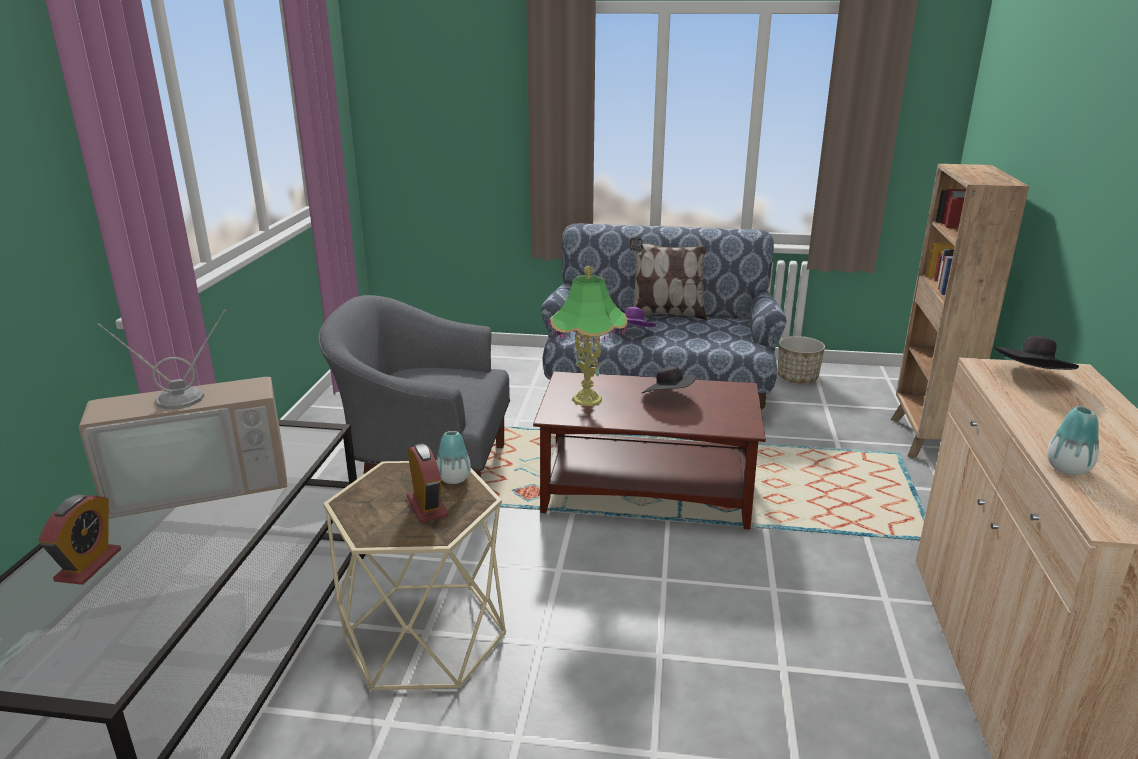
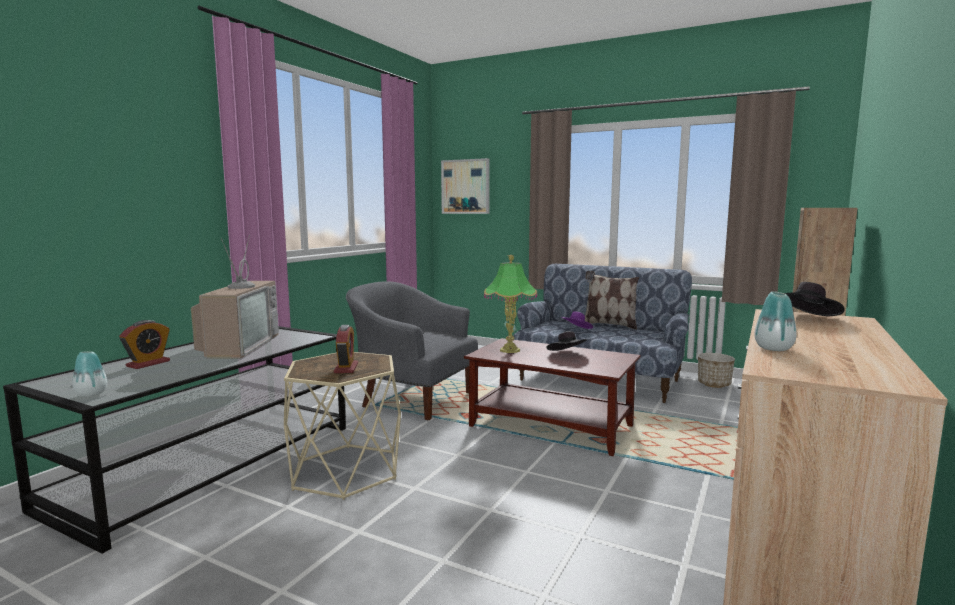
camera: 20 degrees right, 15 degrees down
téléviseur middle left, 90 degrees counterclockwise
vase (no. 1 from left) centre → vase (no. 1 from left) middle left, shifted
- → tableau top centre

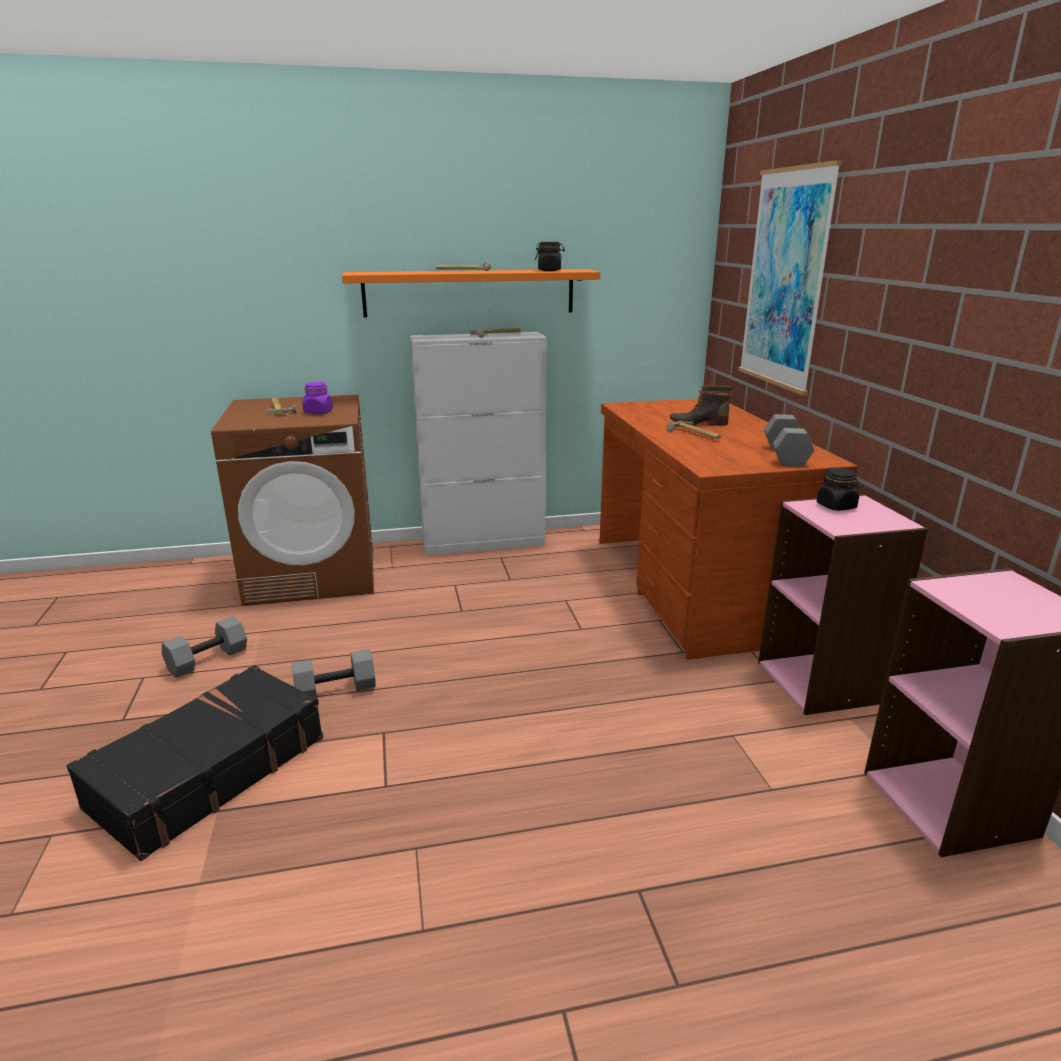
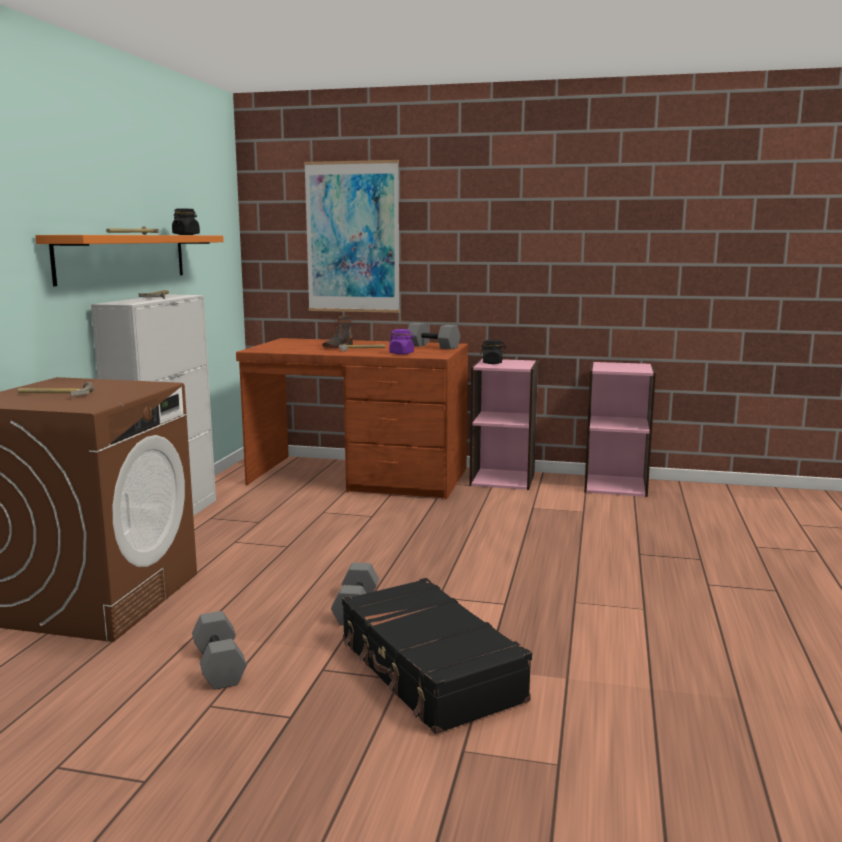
camera: 65 degrees left, 10 degrees down
bocal/violet middle left → bocal/violet centre, shifted

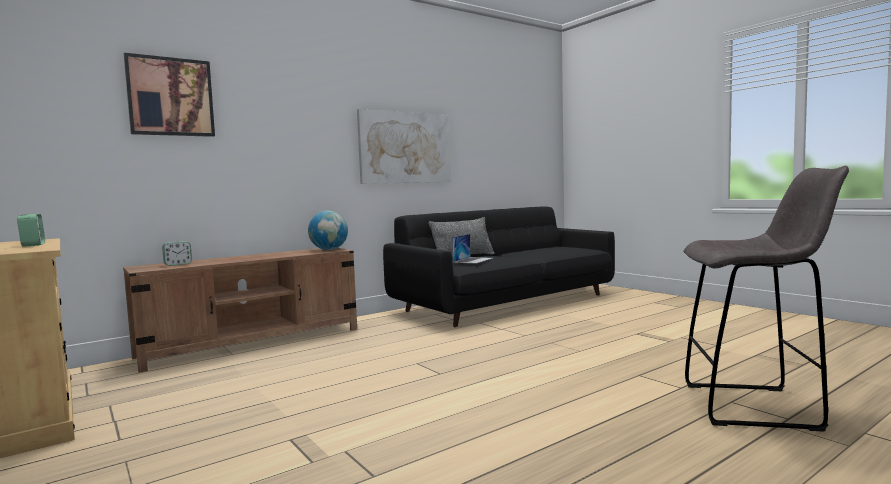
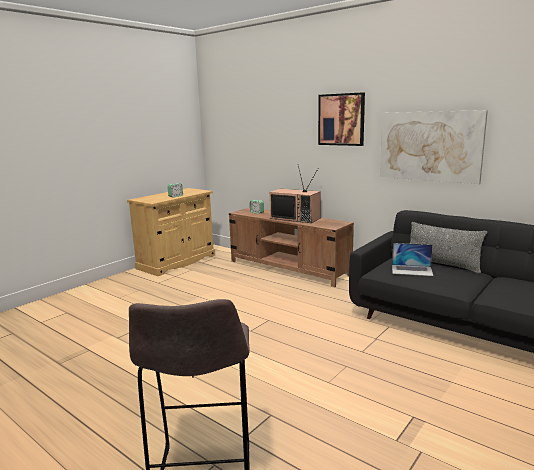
camera: 75 degrees right, 10 degrees up
tableau (no. 1 from left) top left → tableau (no. 1 from left) top centre, shifted
globe centre → -
- → téléviseur centre

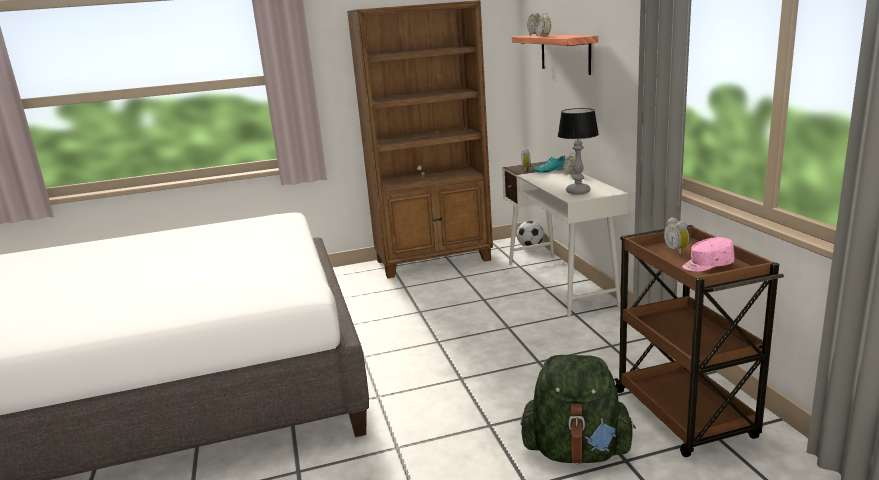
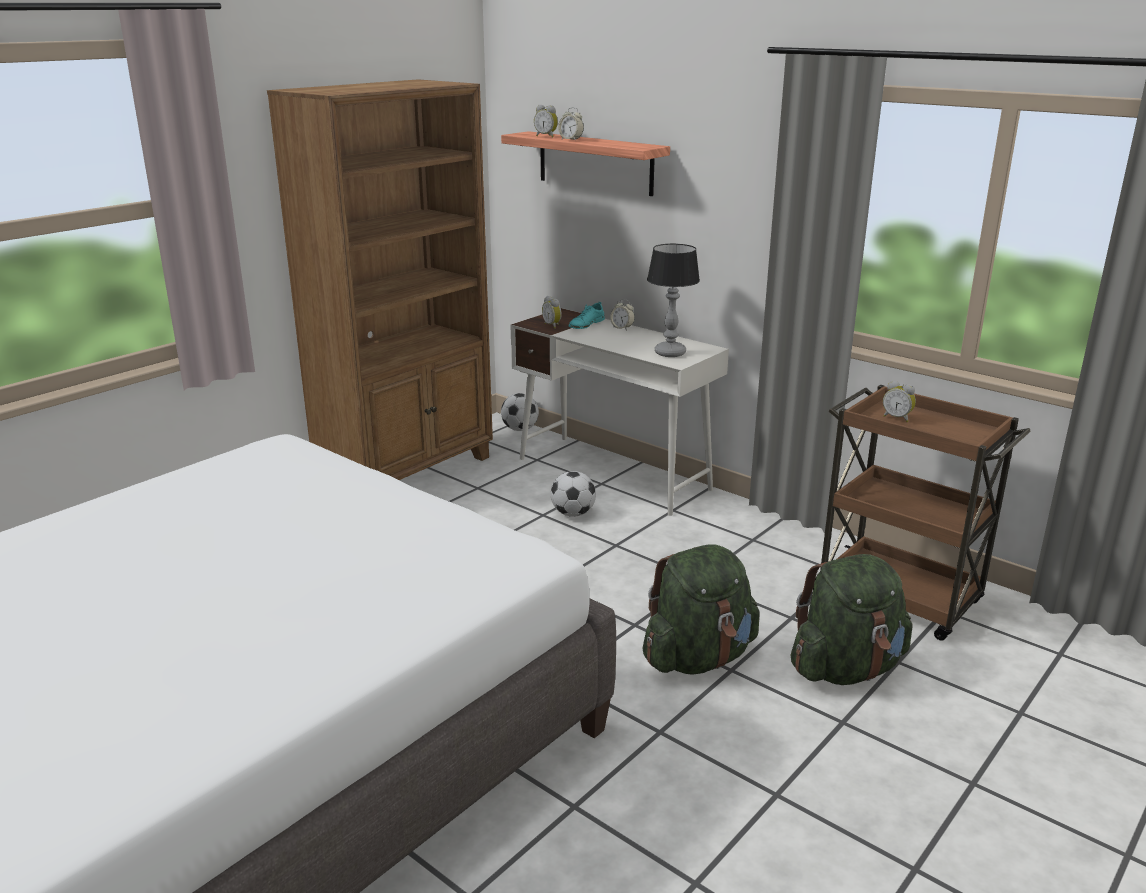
camera: 35 degrees left, 5 degrees up
casquette/rose middle right → -
- → ballon de foot (no. 2 from left) centre
- → sac à dos/vert (no. 1 from left) bottom centre

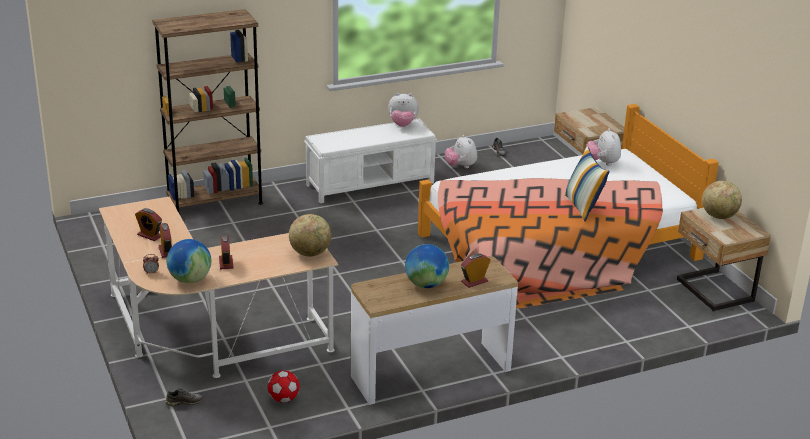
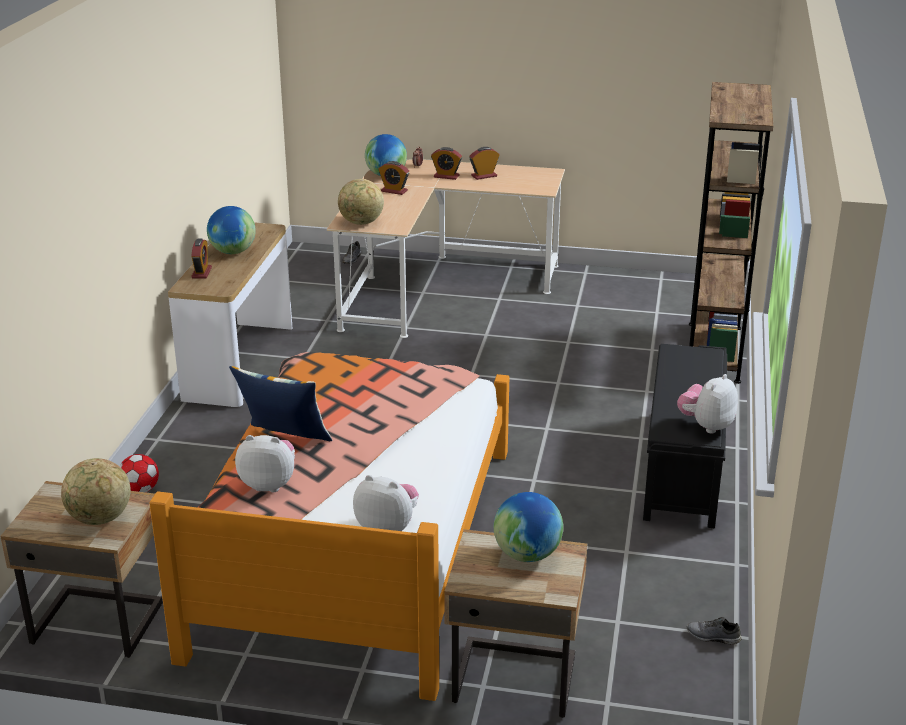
camera: 125 degrees right, 0 degrees up
ballon de foot bottom centre → ballon de foot middle left, shifted
banc/blanc centre → banc/noir middle right
peluche (no. 2 from left in the first image) centre → peluche (no. 1 from left) middle left, shifted
- → globe (no. 5 from left) bottom centre

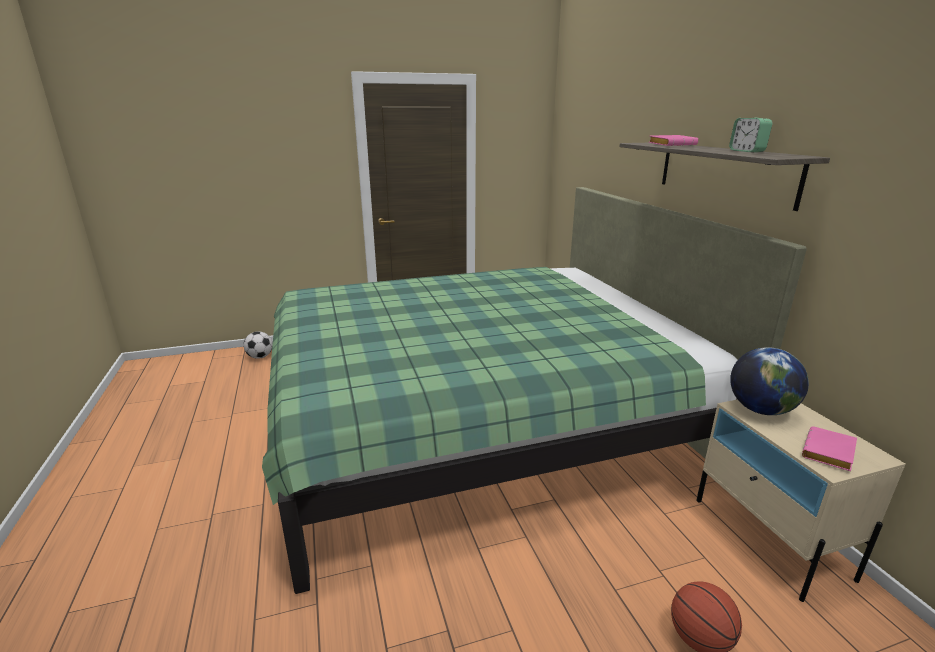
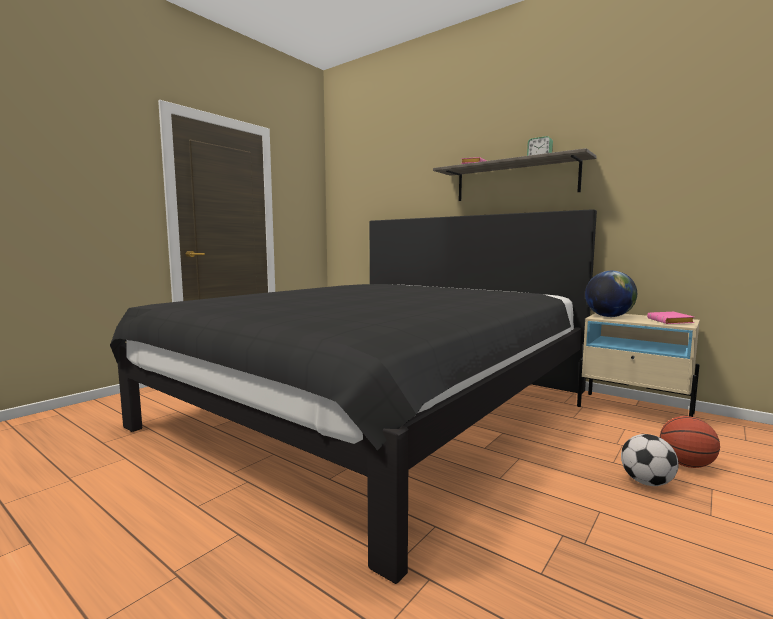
camera: 35 degrees left, 15 degrees down
ballon de foot middle left → ballon de foot bottom right, shifted
lit/vert centre → lit/noir centre

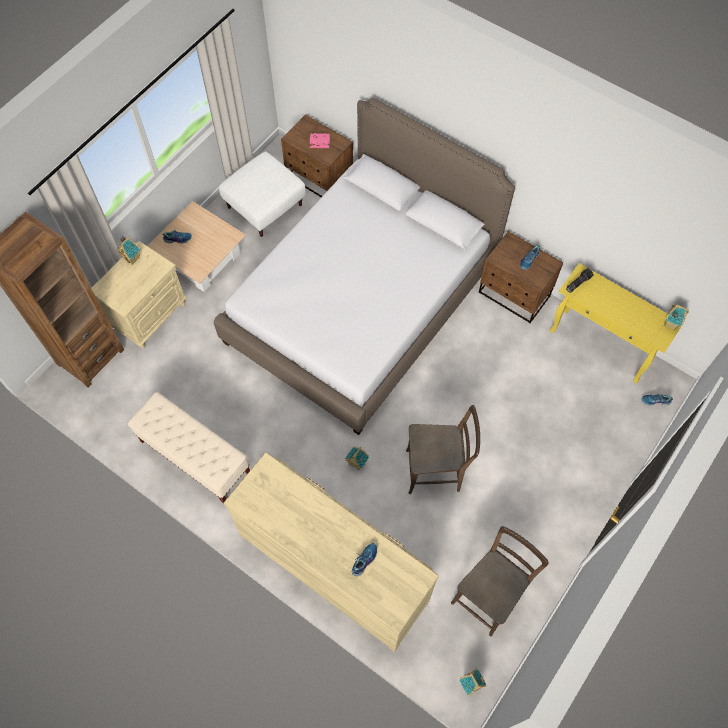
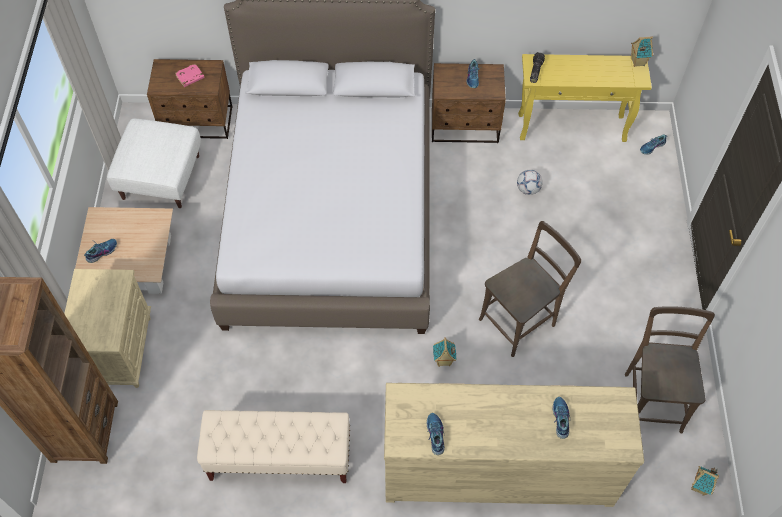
camera: 35 degrees left, 5 degrees down
maison miniature (no. 1 from left) middle left → -
- → chaussure (no. 2 from left) bottom centre
- → ballon de foot middle right

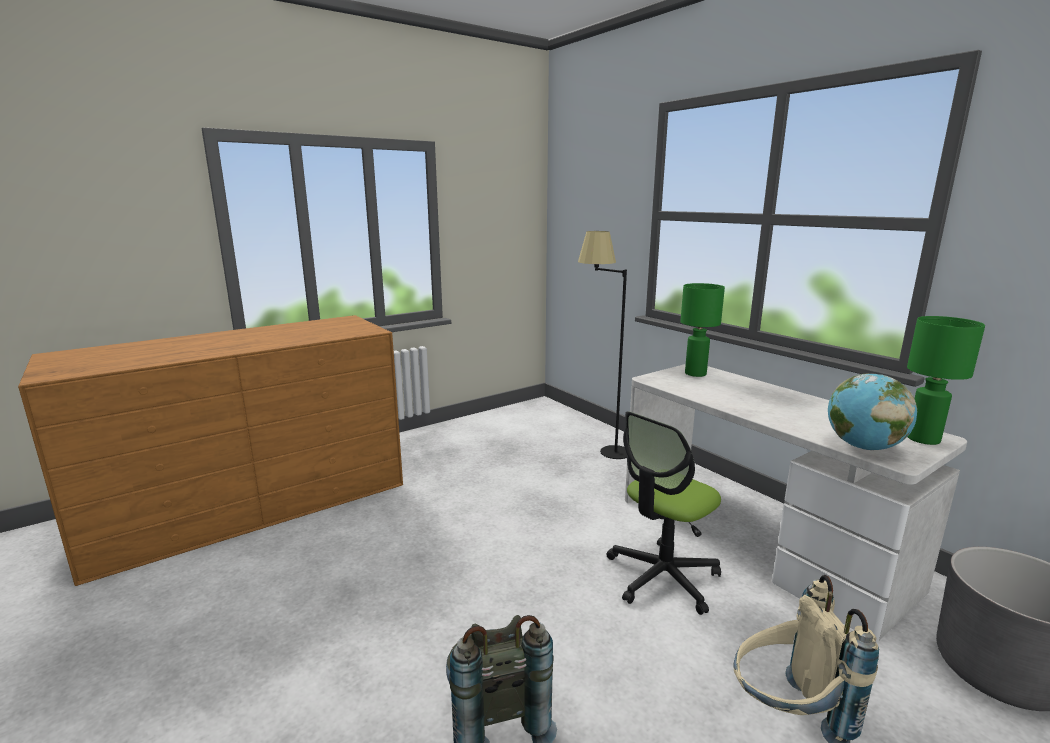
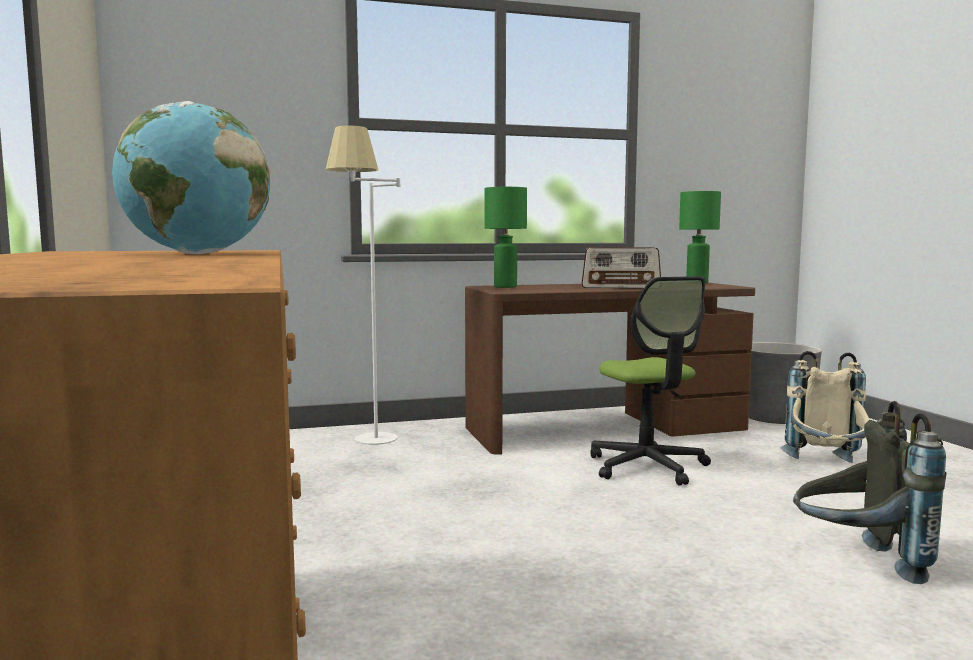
camera: 70 degrees left, 10 degrees down
lampadaire/noir centre → lampadaire/blanc centre
bureau/blanc bottom right → bureau/marron centre
globe middle right → globe top left, shifted
- → radio centre

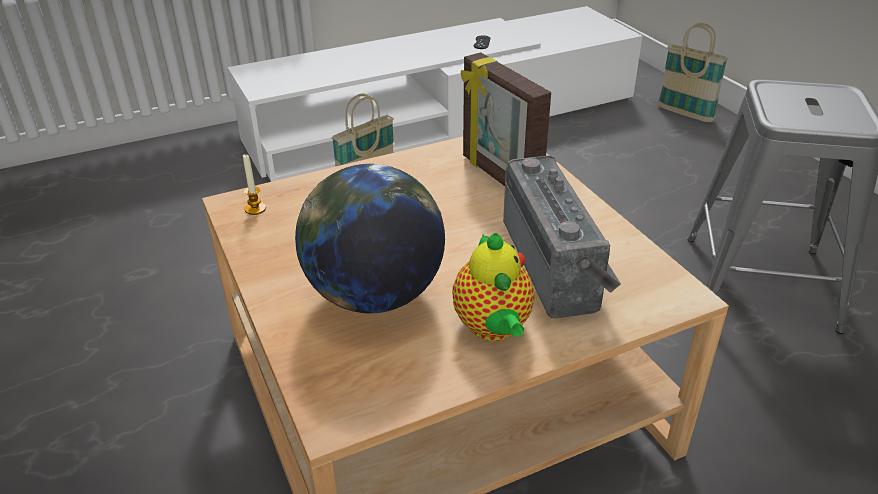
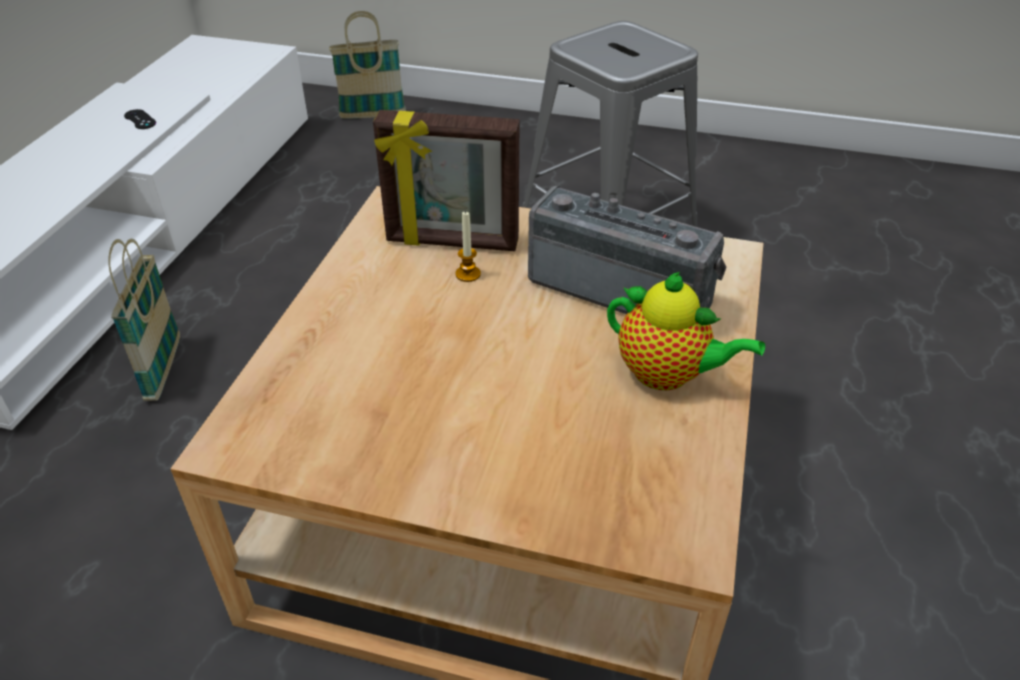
camera: 50 degrees left, 5 degrees up
bougie middle left → bougie centre, shifted
globe centre → -

